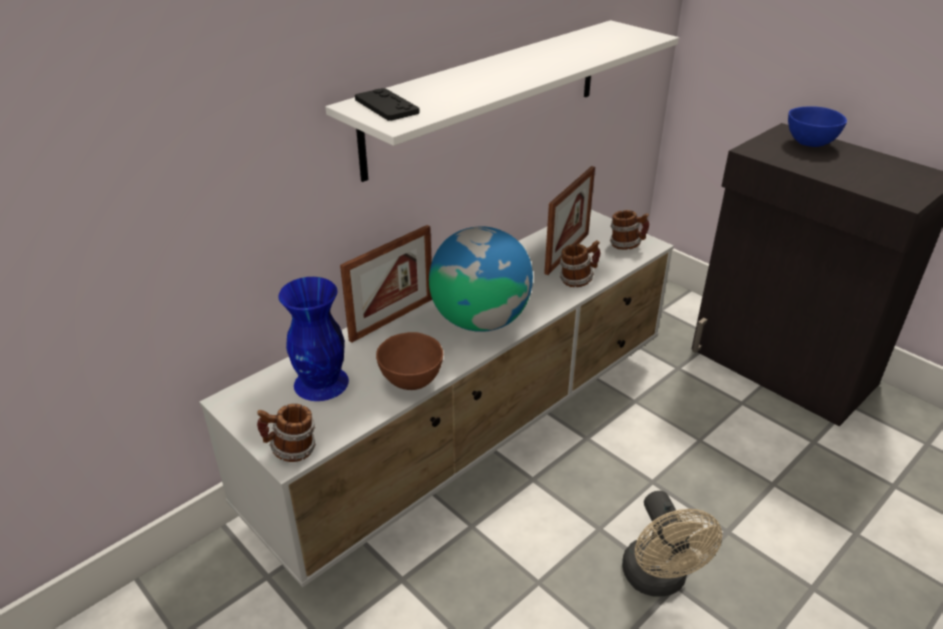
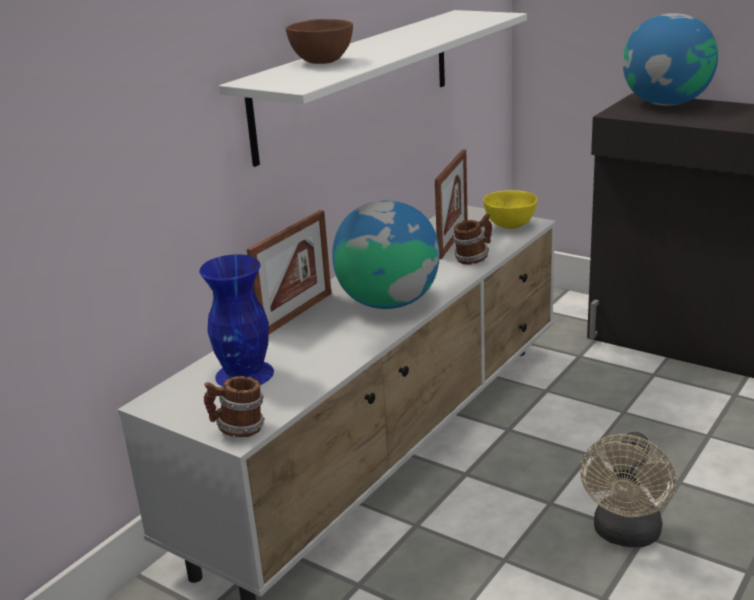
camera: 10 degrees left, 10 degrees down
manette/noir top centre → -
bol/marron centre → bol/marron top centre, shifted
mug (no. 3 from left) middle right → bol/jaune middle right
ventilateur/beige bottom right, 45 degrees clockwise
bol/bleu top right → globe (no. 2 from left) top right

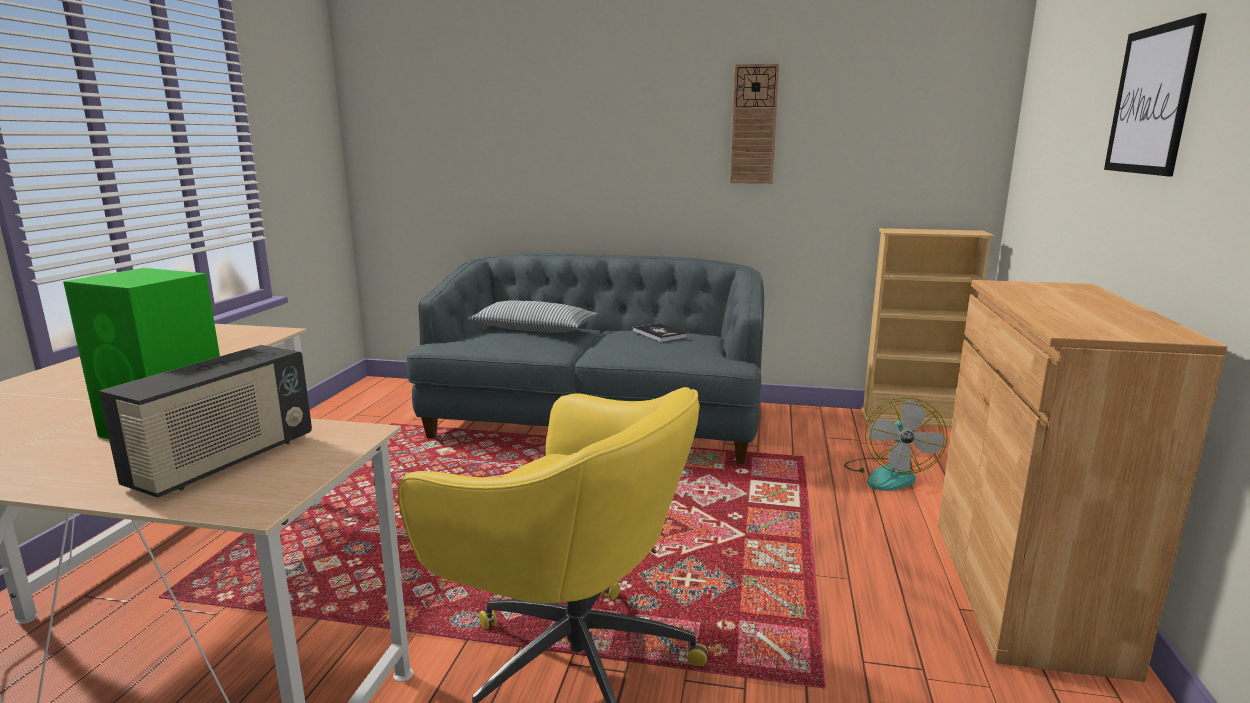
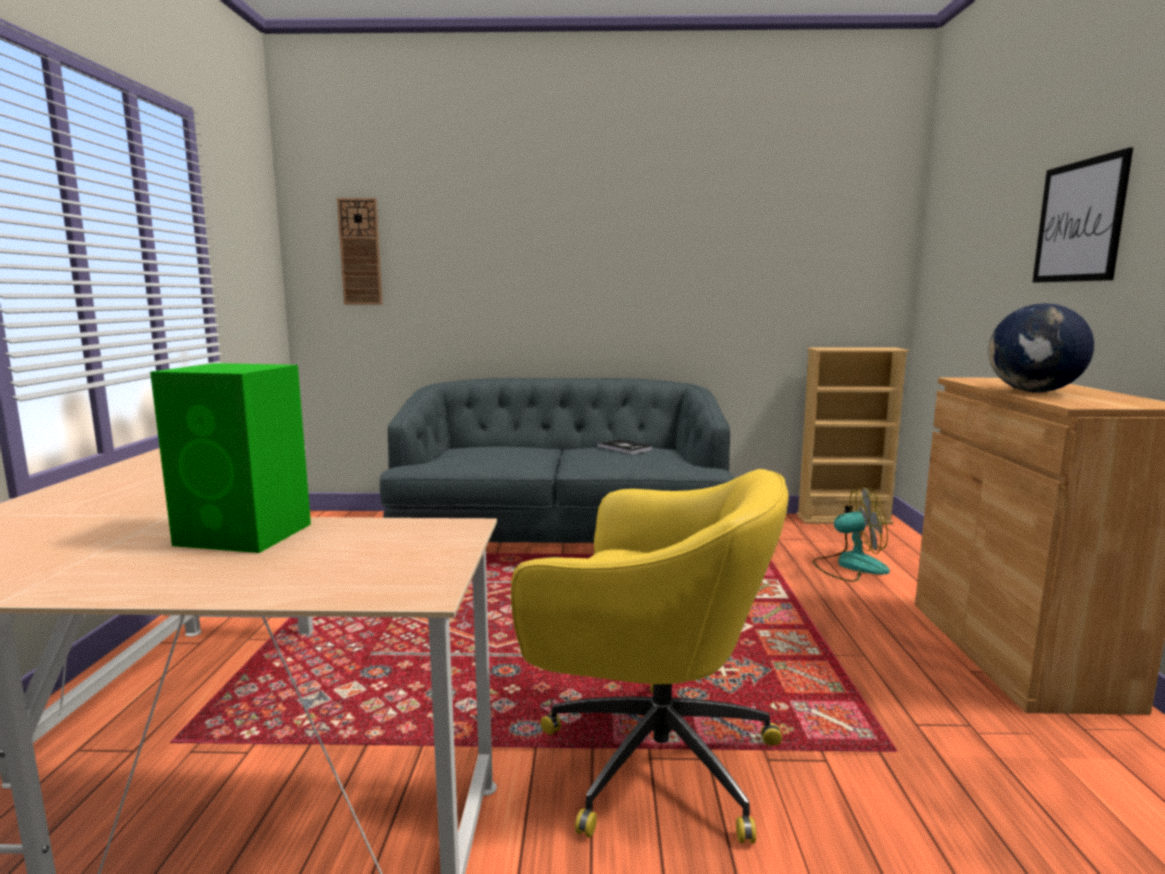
camera: 10 degrees left, 5 degrees down
radio middle left → -
coussin centre → -
horloge murale top centre → horloge murale top left, shifted
ventilateur middle right, 90 degrees counterclockwise
- → globe middle right

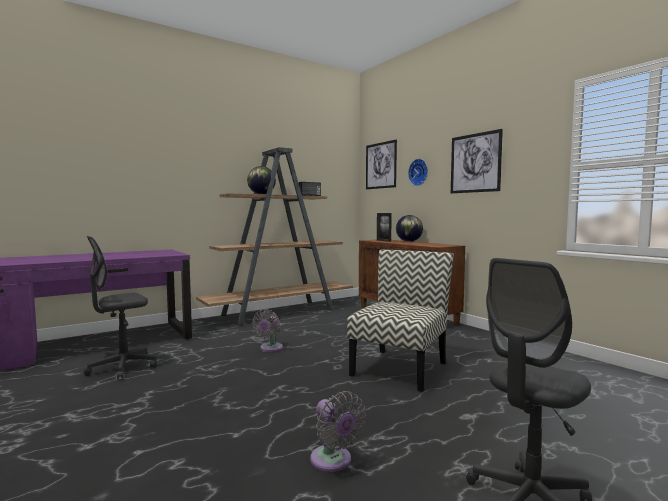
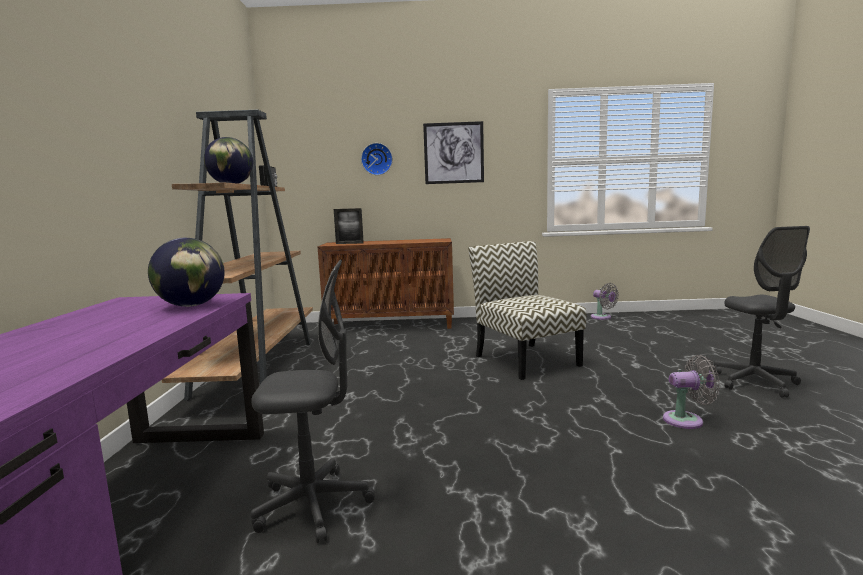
camera: 55 degrees left, 5 degrees up
chaise de bureau/gris (no. 1 from left) middle left → chaise de bureau/gris (no. 1 from left) bottom centre, 90 degrees counterclockwise
ventilateur/gris (no. 1 from left) centre → ventilateur/gris (no. 1 from left) middle right, shifted
tableau (no. 1 from left) top centre → -
globe (no. 2 from left in the first image) centre → globe (no. 1 from left) middle left, shifted

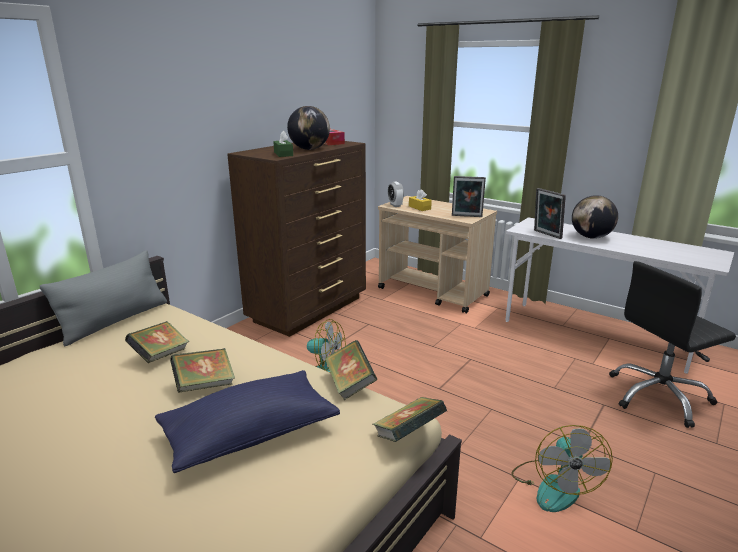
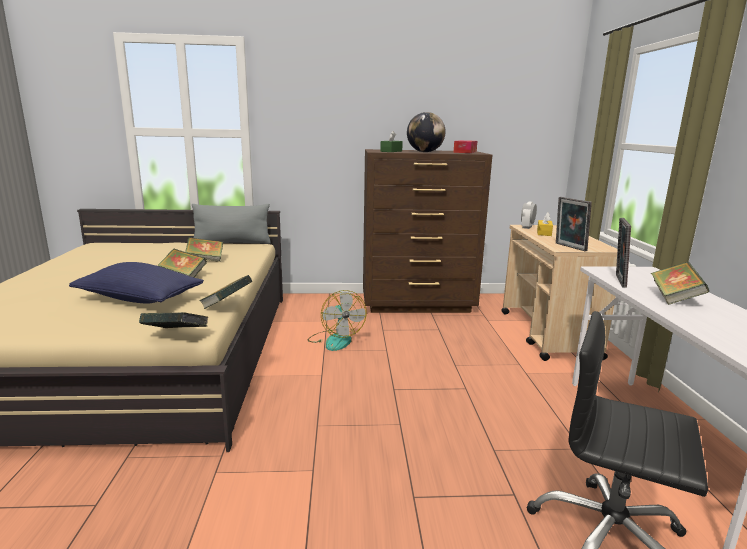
camera: 50 degrees right, 5 degrees down
ventilateur (no. 2 from left) bottom right → -
globe (no. 2 from left) middle right → livre (no. 5 from left) middle right

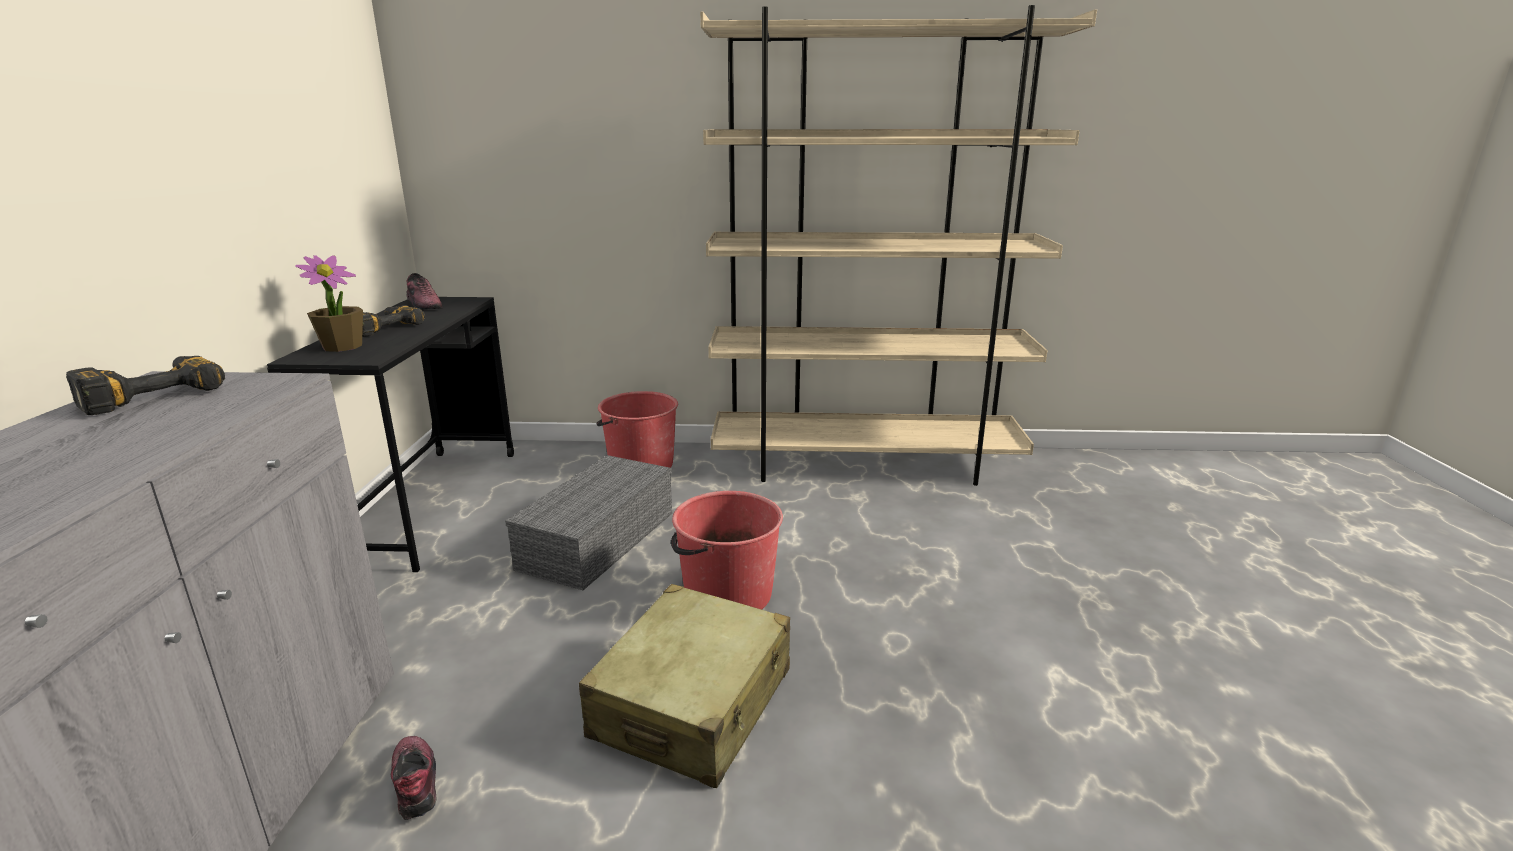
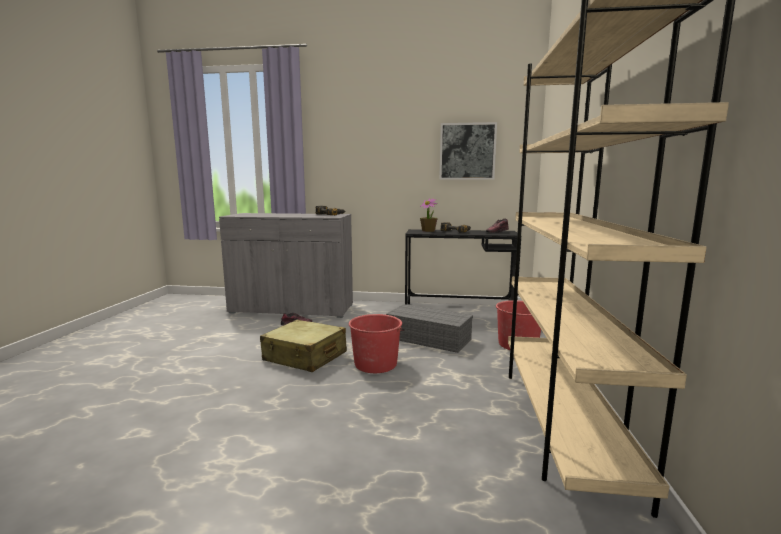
camera: 95 degrees right, 10 degrees down
- → tableau top centre

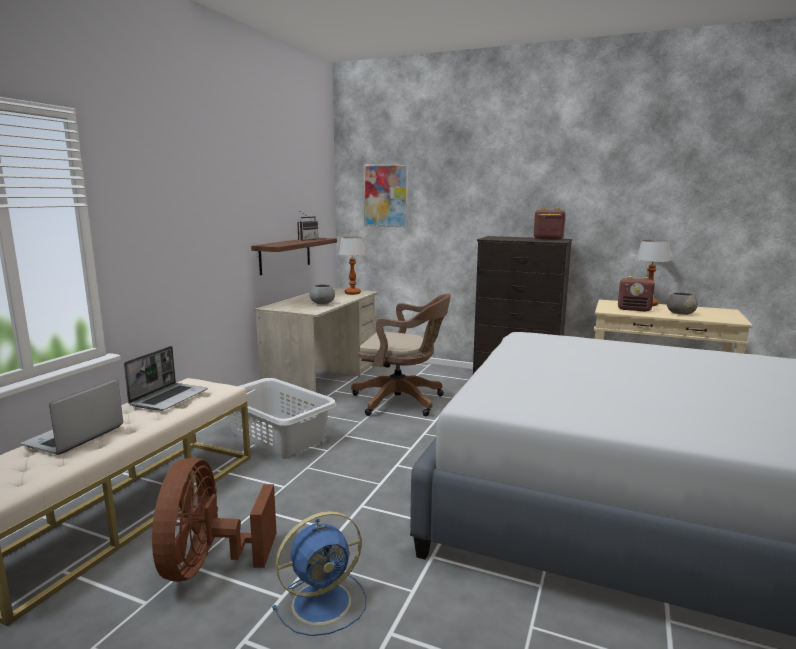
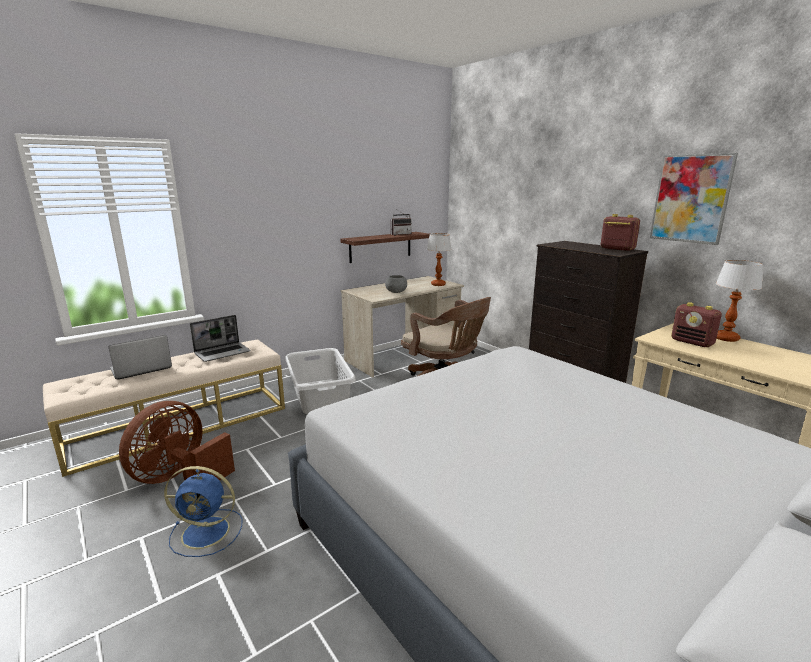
camera: 30 degrees right, 5 degrees up
tableau top centre → tableau top right, shifted
bol/gris (no. 2 from left) middle right → -

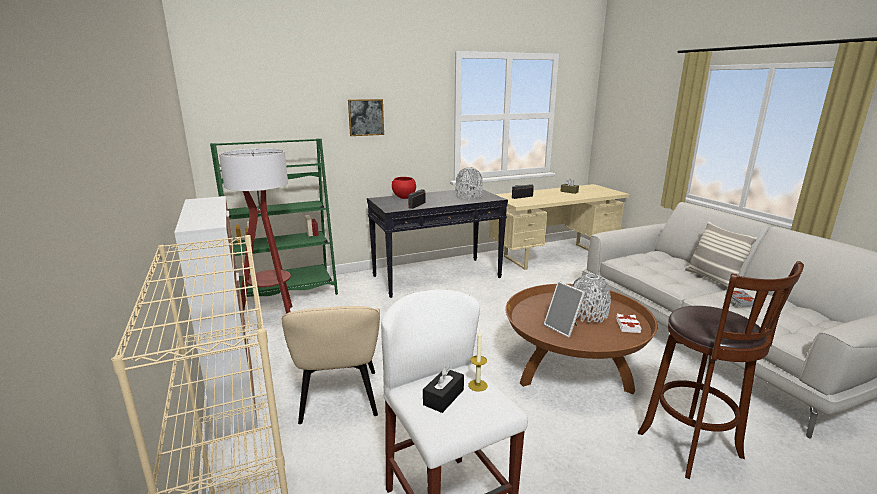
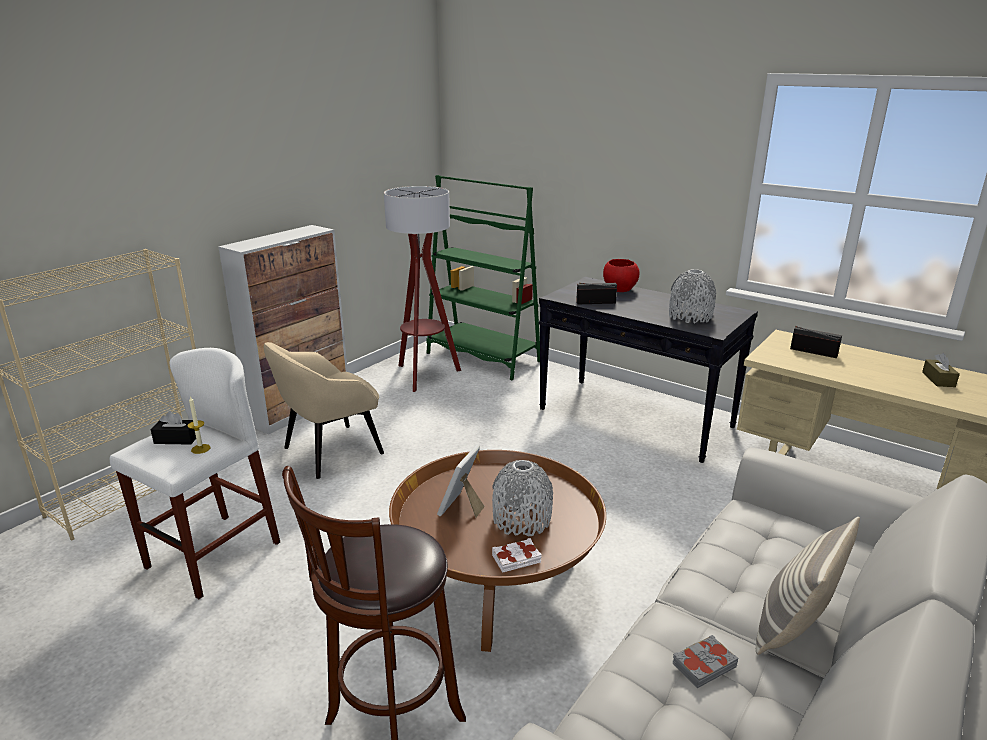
camera: 60 degrees right, 5 degrees up
tableau top centre → -

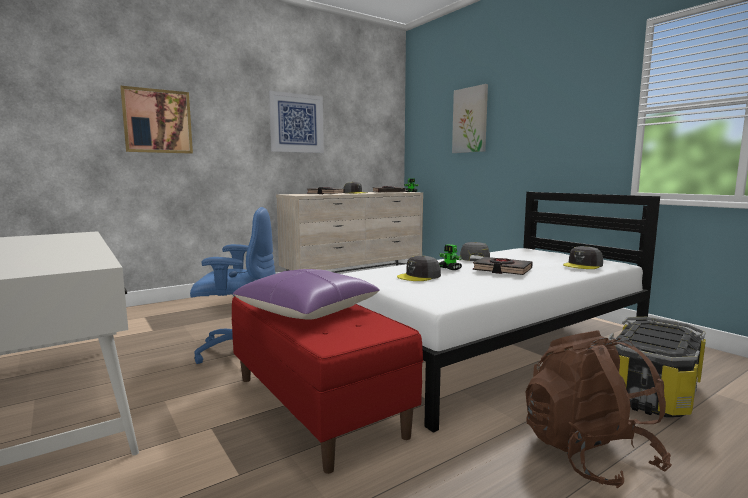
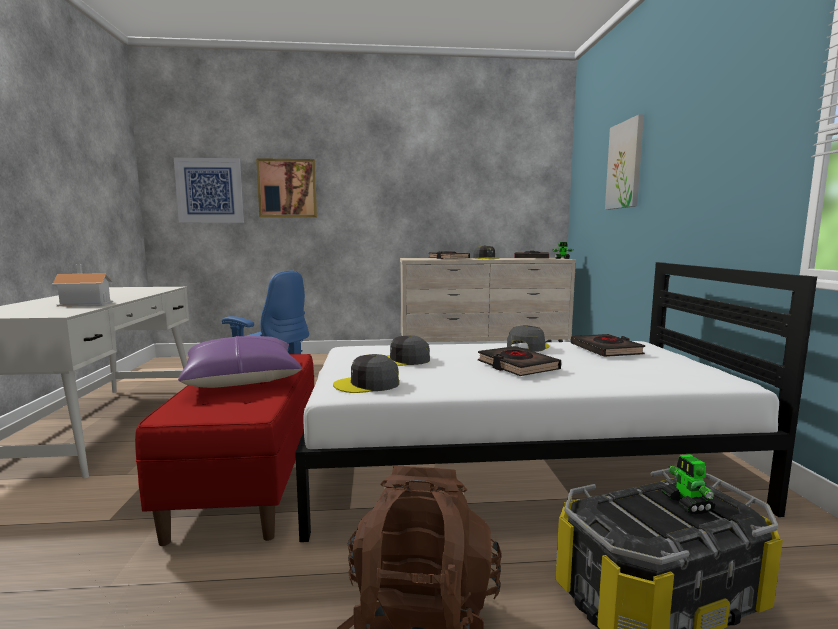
camera: 30 degrees right, 0 degrees up
tableau (no. 2 from left in the first image) top centre → tableau (no. 1 from left) top left, shifted
robot jouet (no. 2 from left) centre → robot jouet (no. 2 from left) bottom right, shifted
casquette/gris (no. 4 from left in the first image) middle right → casquette/gris (no. 1 from left) centre, shifted
- → maison miniature middle left
- → livre/noir (no. 4 from left) middle right

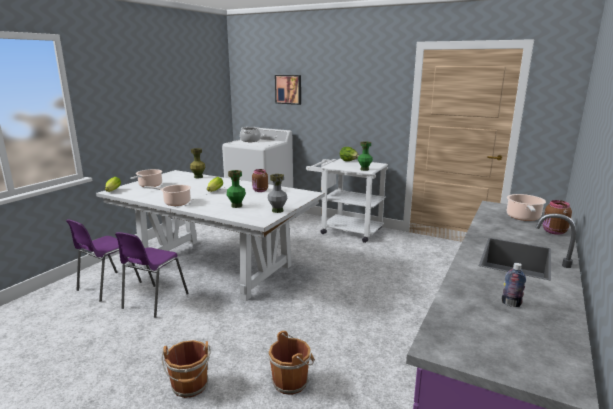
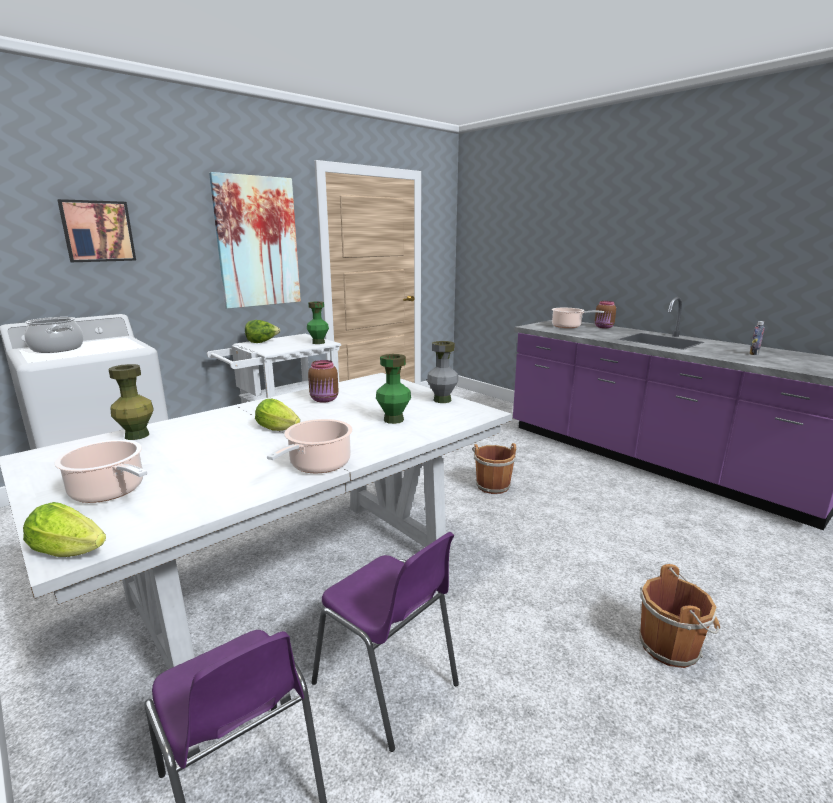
camera: 70 degrees left, 0 degrees up
seau/marron (no. 2 from left in the first image) bottom centre → seau/marron (no. 1 from left) centre, shifted
- → tableau (no. 2 from left) top left

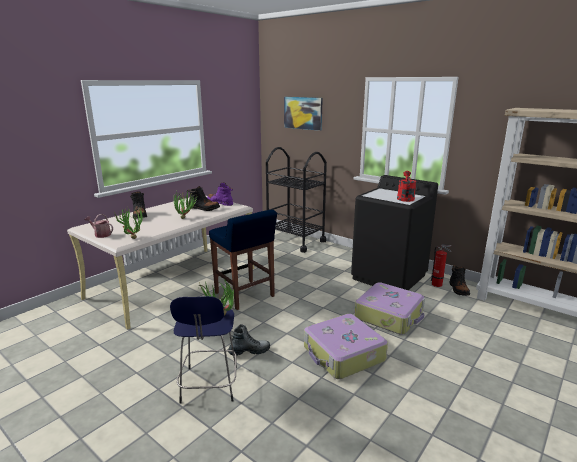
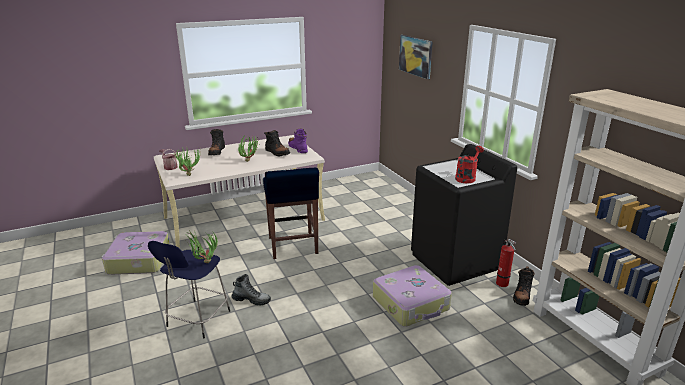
camera: 25 degrees right, 5 degrees up
chariot/noir centre → -
valise (no. 1 from left) bottom centre → valise (no. 1 from left) middle left, shifted

